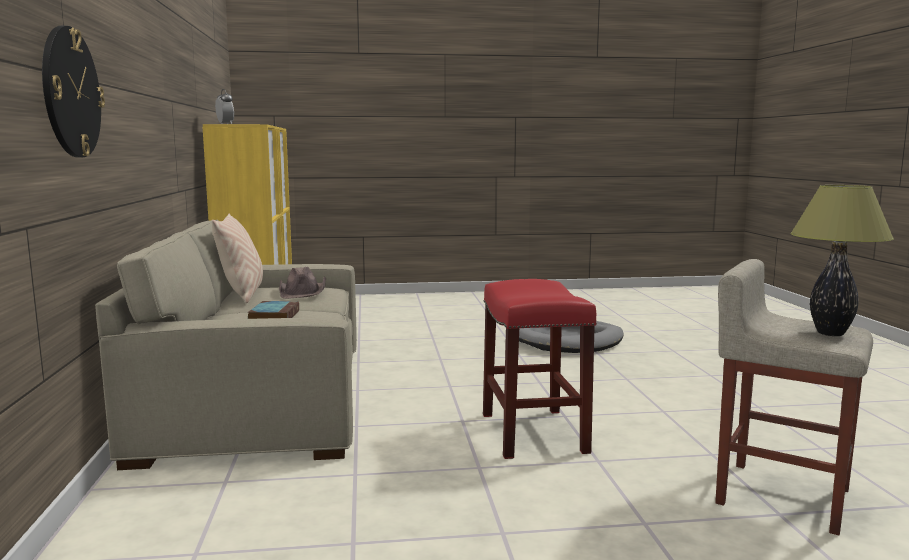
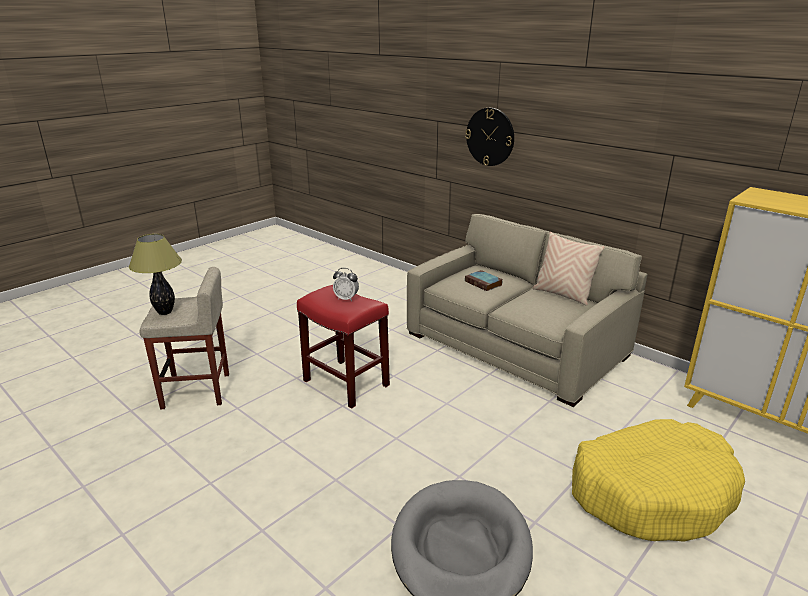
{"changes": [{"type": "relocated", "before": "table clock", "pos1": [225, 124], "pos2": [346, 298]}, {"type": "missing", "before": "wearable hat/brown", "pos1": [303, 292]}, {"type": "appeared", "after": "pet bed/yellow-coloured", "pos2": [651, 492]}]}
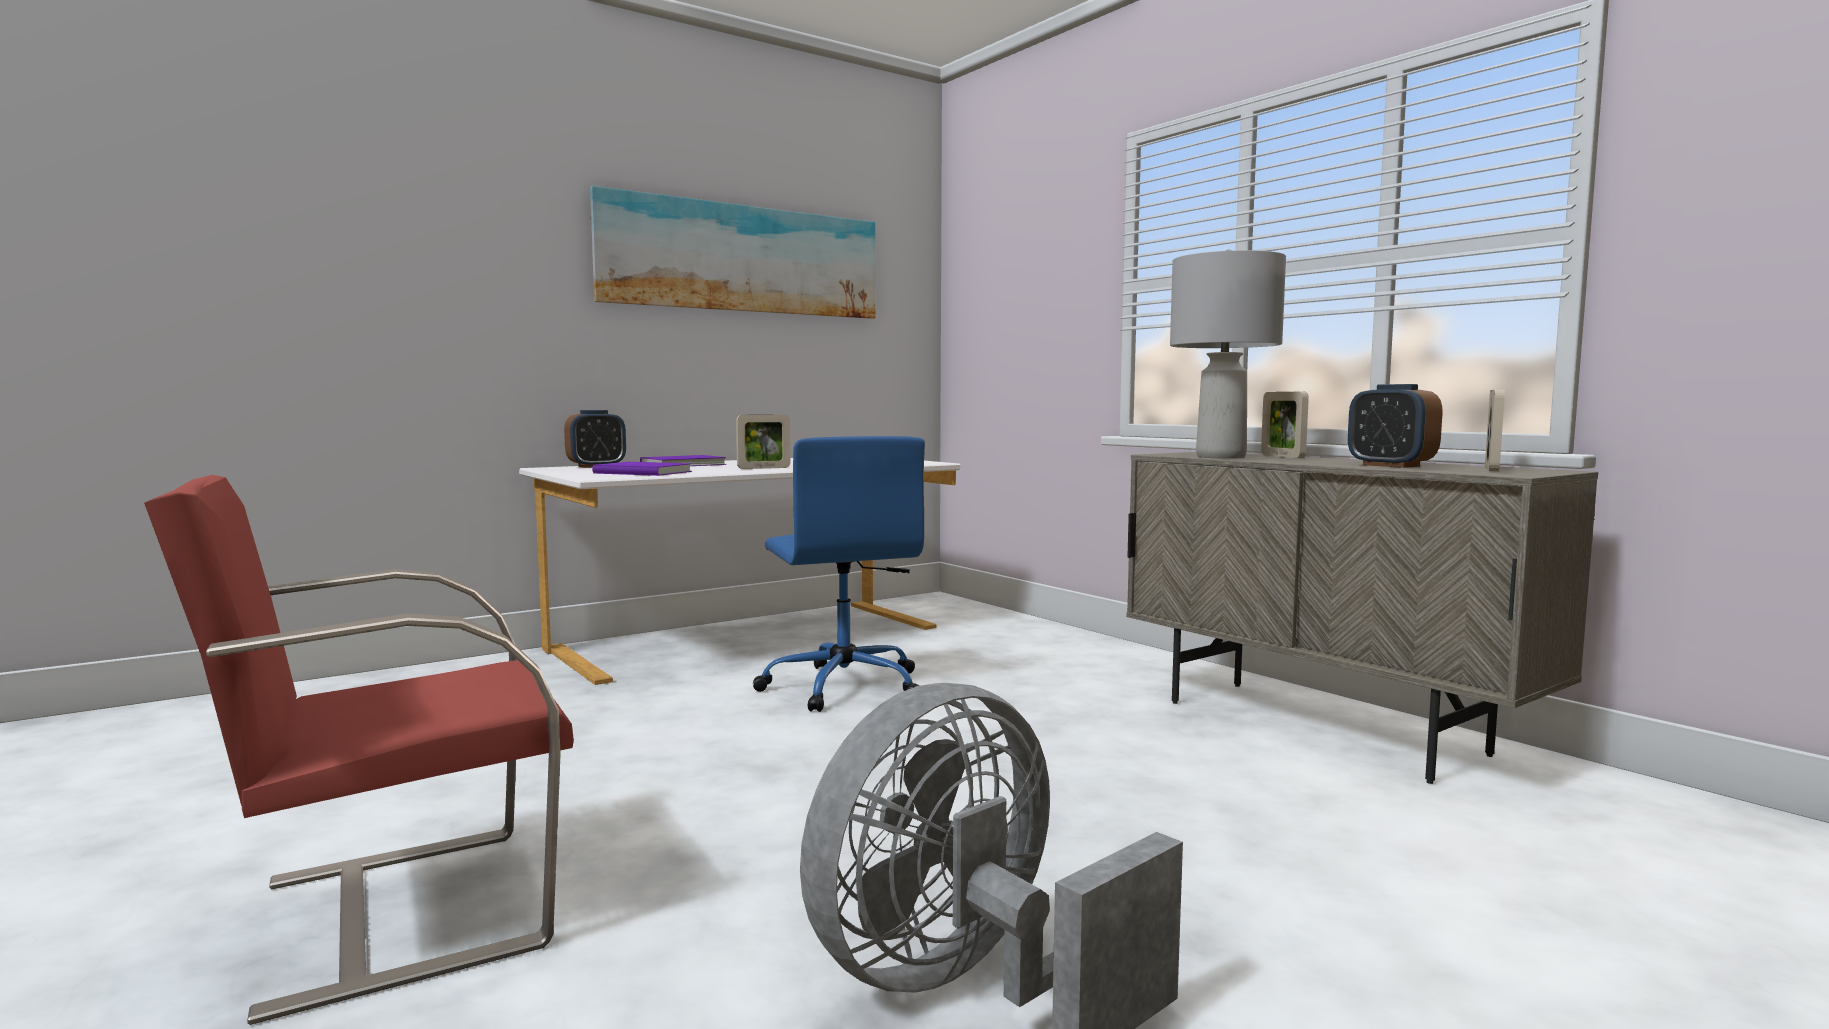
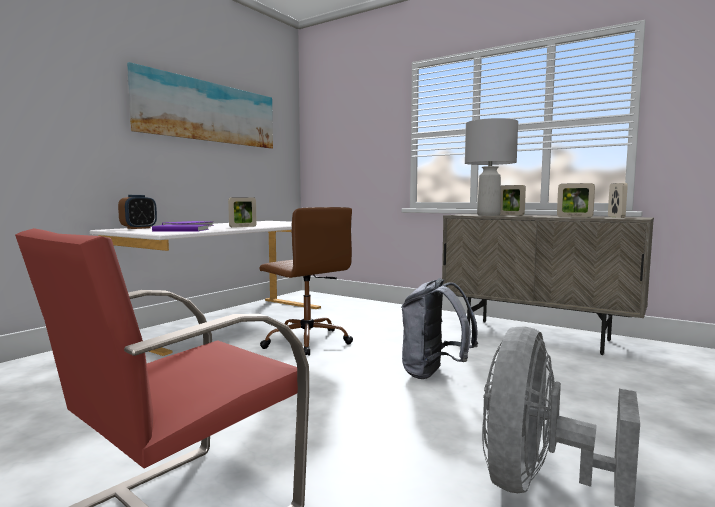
{"changes": [{"type": "exchanged", "before": "table clock", "after": "photo frame", "pos1": [1391, 465], "pos2": [574, 217]}, {"type": "colour", "before": "office chair/blue", "after": "office chair/brown", "pos1": [843, 686], "pos2": [306, 341]}, {"type": "appeared", "after": "rucksack/gray", "pos2": [434, 374]}]}
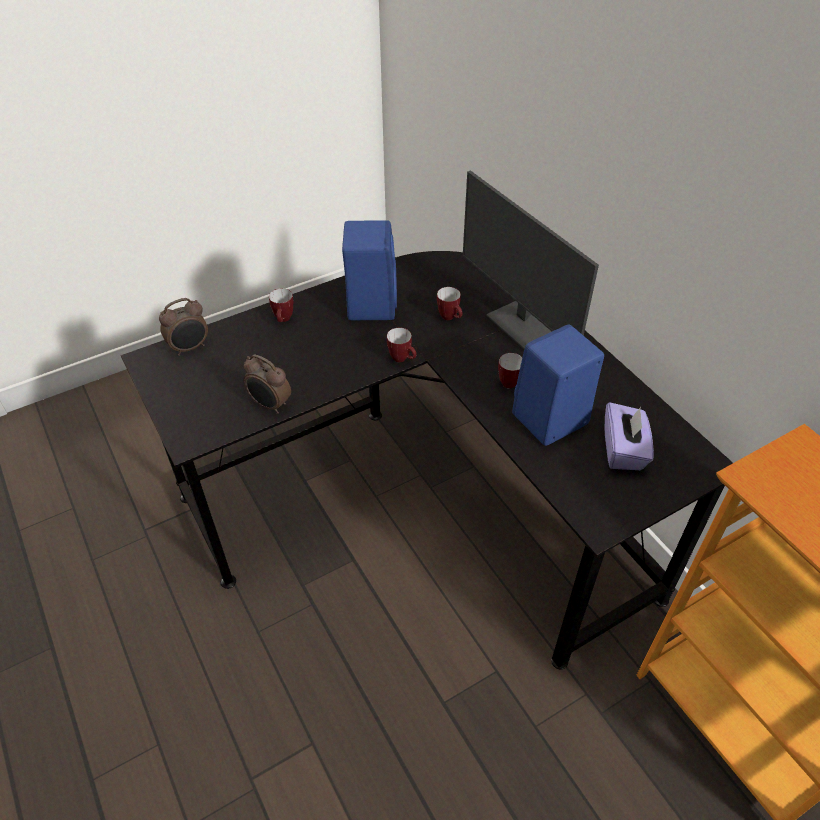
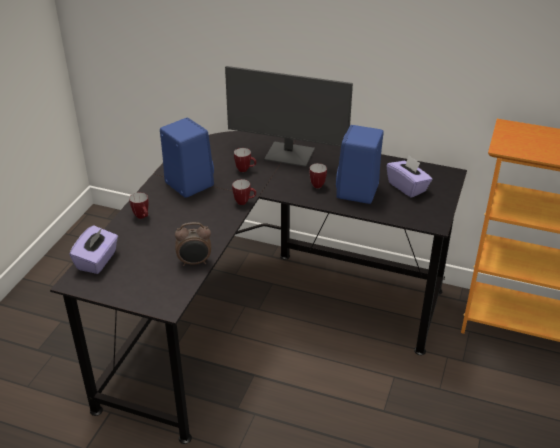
{"changes": [{"type": "exchanged", "before": "table clock", "after": "tissue box/purplish", "pos1": [190, 348], "pos2": [97, 261]}]}
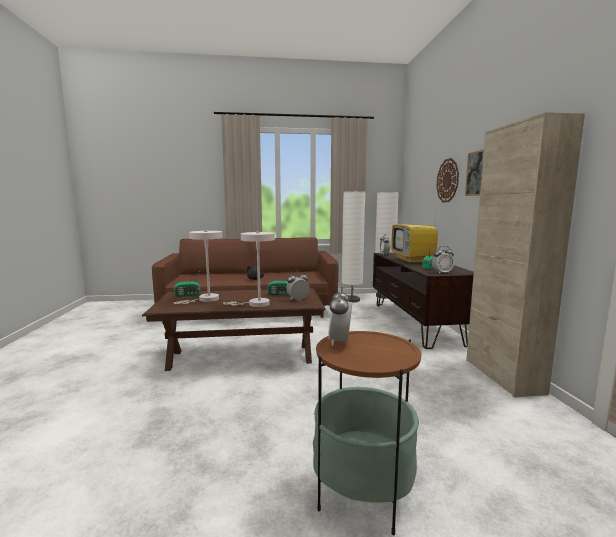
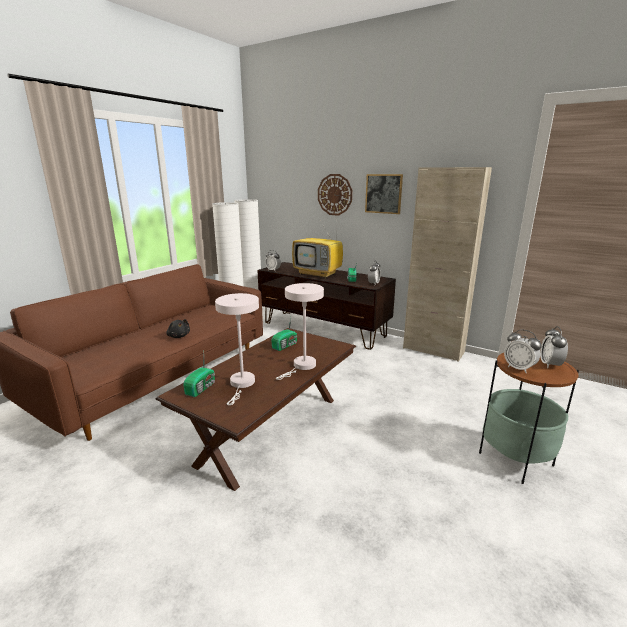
{"changes": [{"type": "relocated", "before": "table clock", "pos1": [298, 300], "pos2": [550, 365]}]}
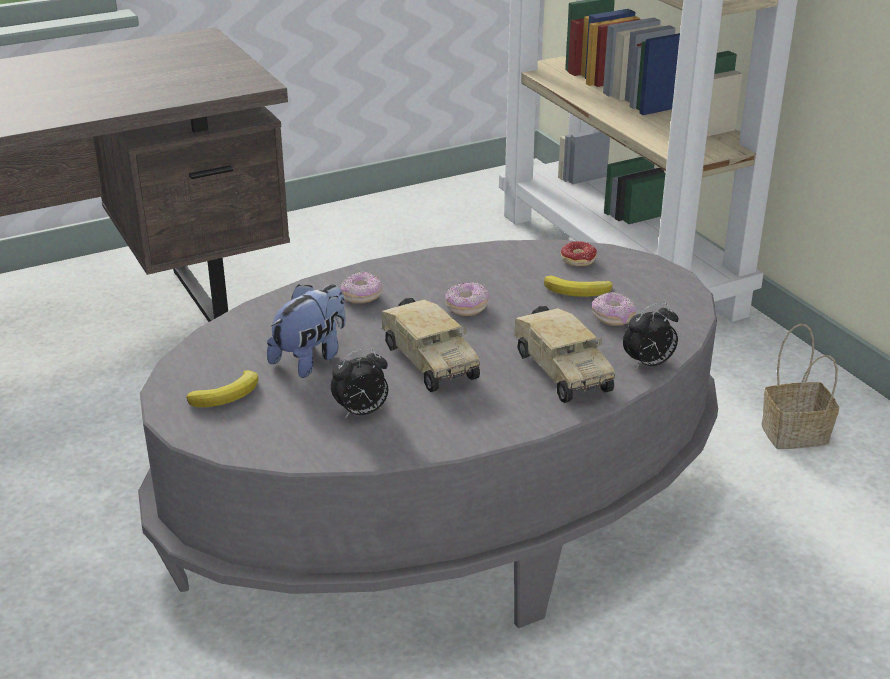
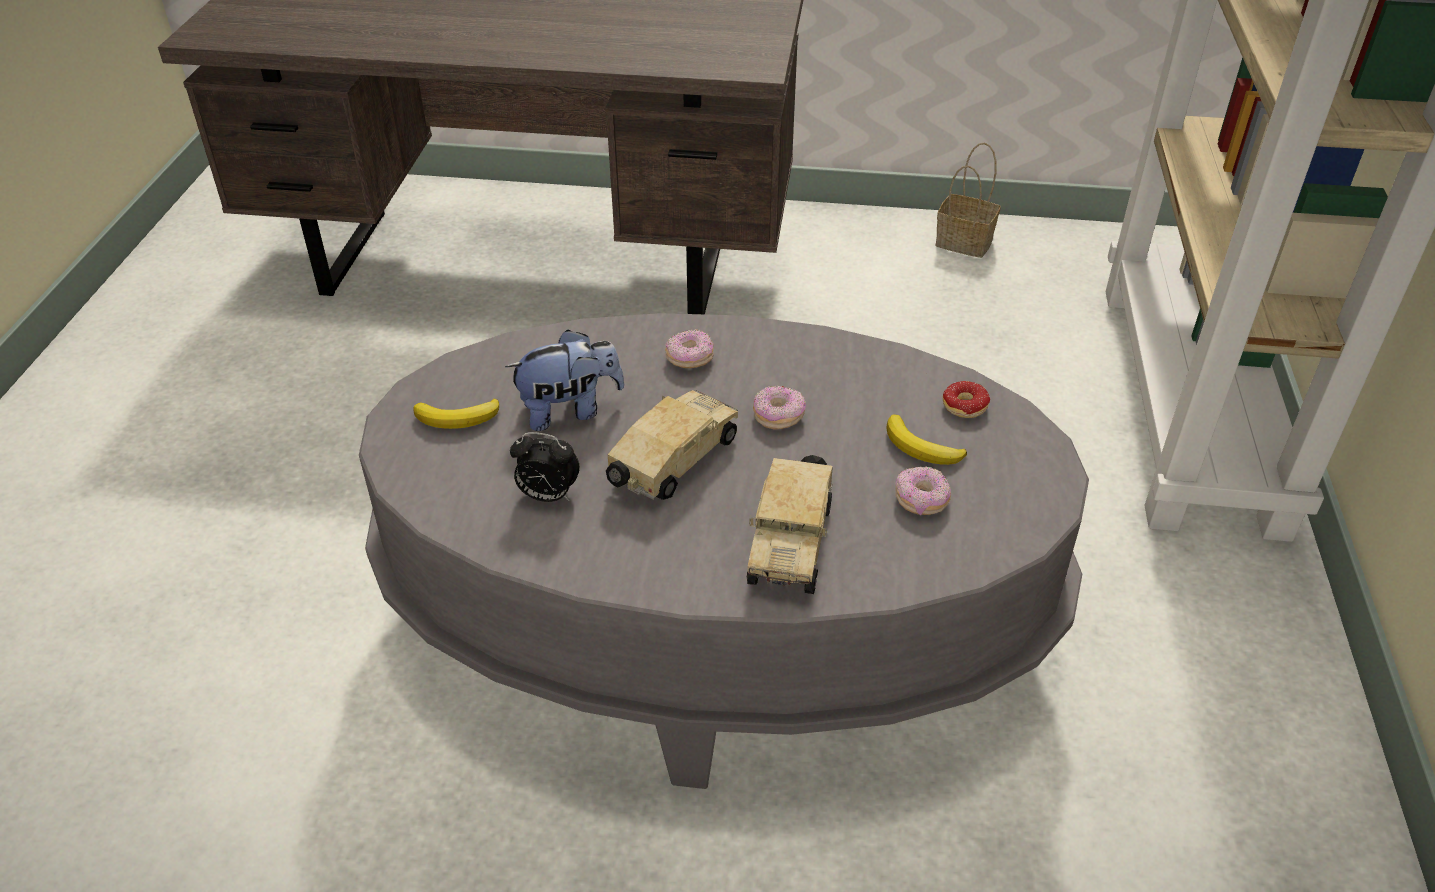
{"changes": [{"type": "spun", "before": "toy lorry", "pos1": [427, 360], "pos2": [672, 463], "turn": -150}, {"type": "missing", "before": "table clock", "pos1": [648, 364]}, {"type": "relocated", "before": "basket", "pos1": [793, 435], "pos2": [961, 243]}]}
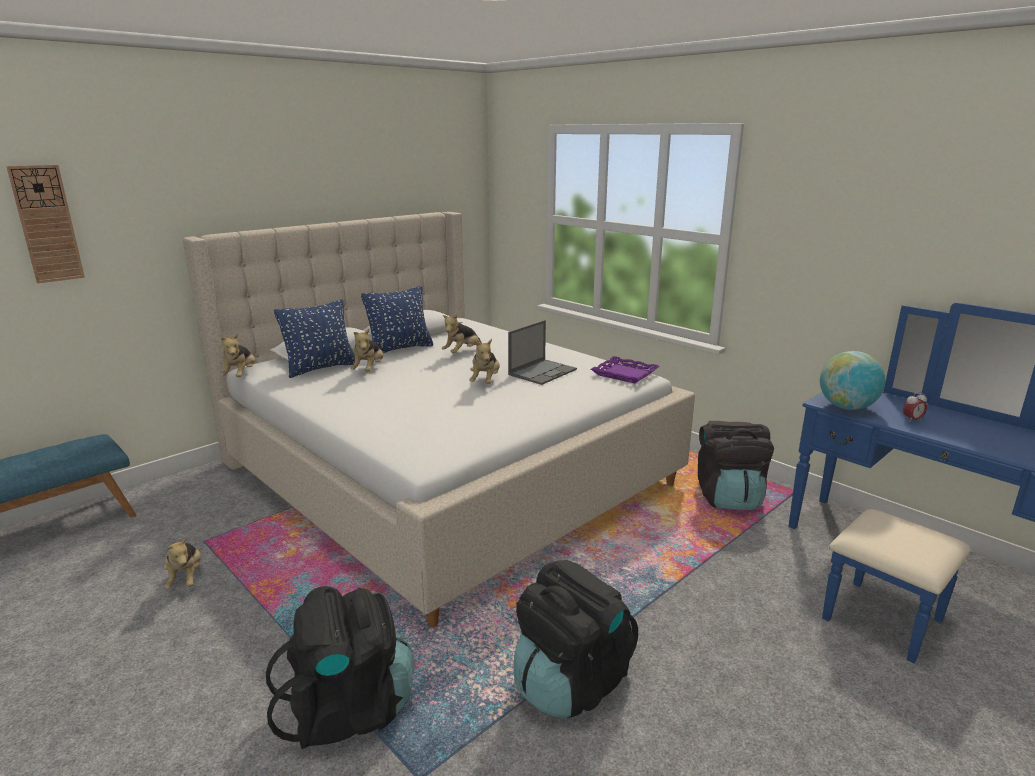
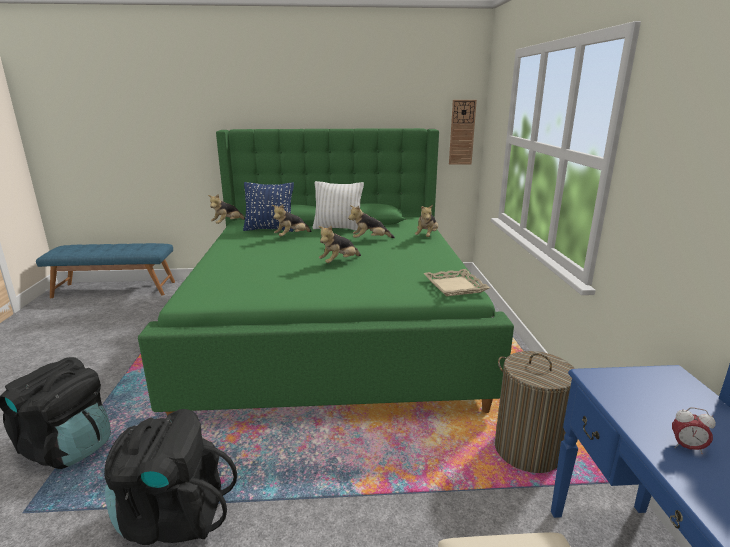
{"changes": [{"type": "relocated", "before": "hanging clock", "pos1": [47, 224], "pos2": [462, 132]}, {"type": "colour", "before": "sleeping bed/sand-coloured", "after": "sleeping bed/greenish", "pos1": [445, 472], "pos2": [334, 330]}, {"type": "colour", "before": "throw pillow/blue", "after": "throw pillow/white", "pos1": [400, 348], "pos2": [338, 228]}, {"type": "missing", "before": "laptop", "pos1": [543, 372]}, {"type": "missing", "before": "desk globe", "pos1": [846, 407]}, {"type": "colour", "before": "carrying tray/purplish", "after": "carrying tray/sand-coloured", "pos1": [625, 374], "pos2": [455, 286]}, {"type": "exchanged", "before": "rucksack/black-coloured", "after": "washing basket", "pos1": [729, 497], "pos2": [527, 450]}, {"type": "relocated", "before": "plush toy", "pos1": [186, 578], "pos2": [427, 236]}]}
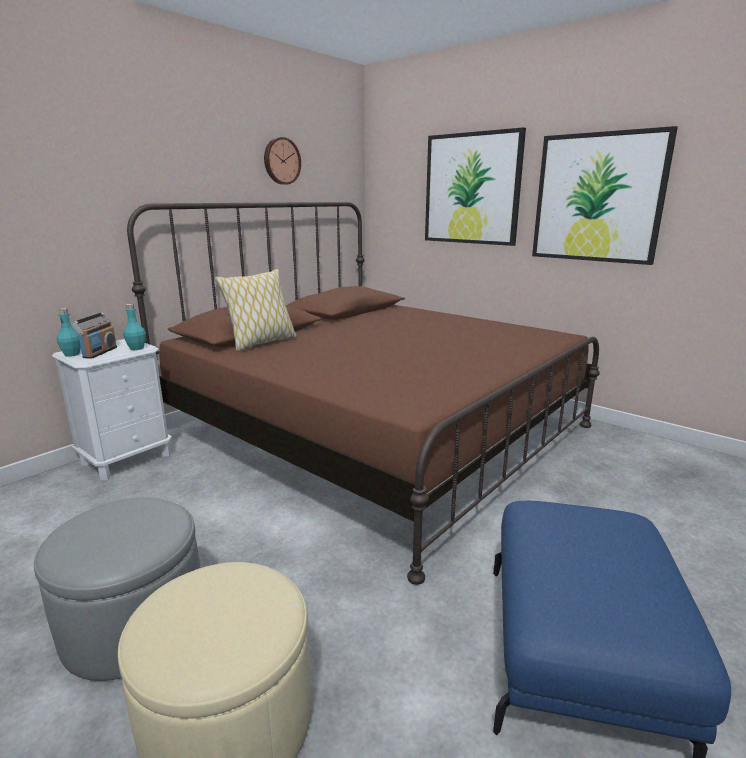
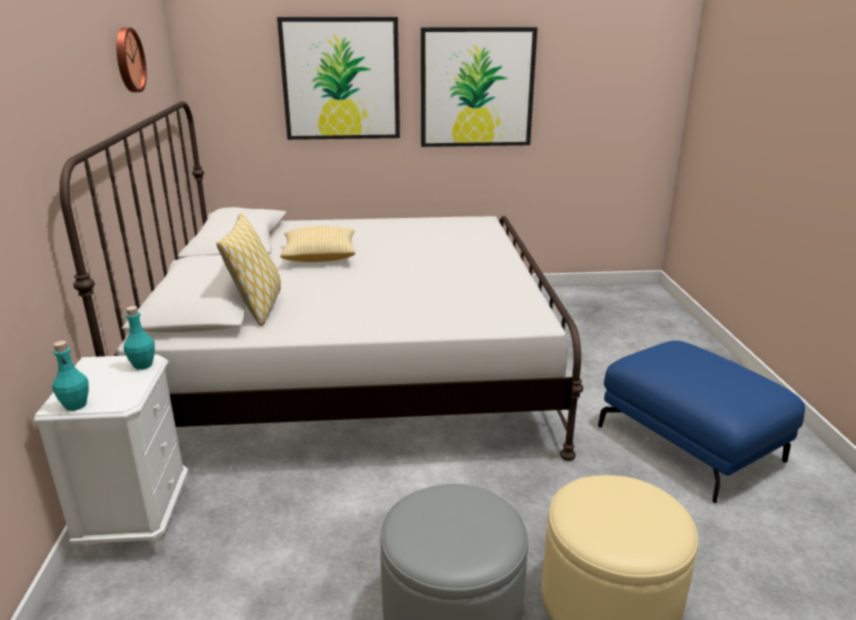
{"changes": [{"type": "colour", "before": "sleeping bed/brown", "after": "sleeping bed/white", "pos1": [377, 431], "pos2": [356, 366]}, {"type": "missing", "before": "radio receiver", "pos1": [99, 352]}, {"type": "appeared", "after": "throw pillow", "pos2": [320, 256]}]}
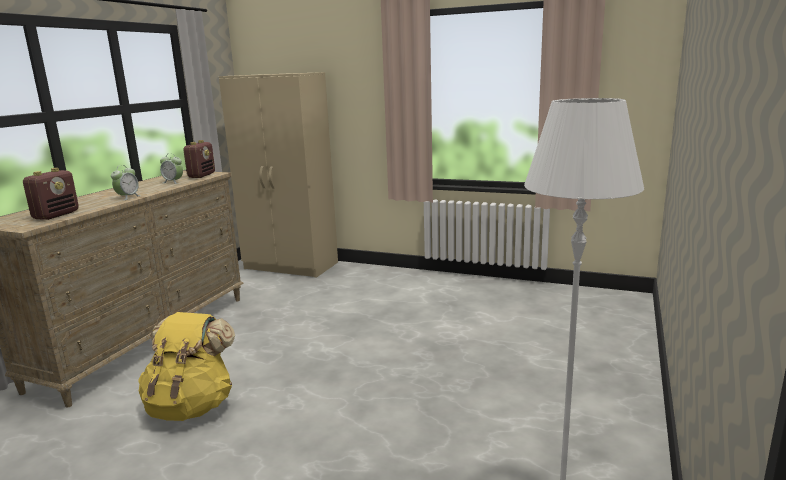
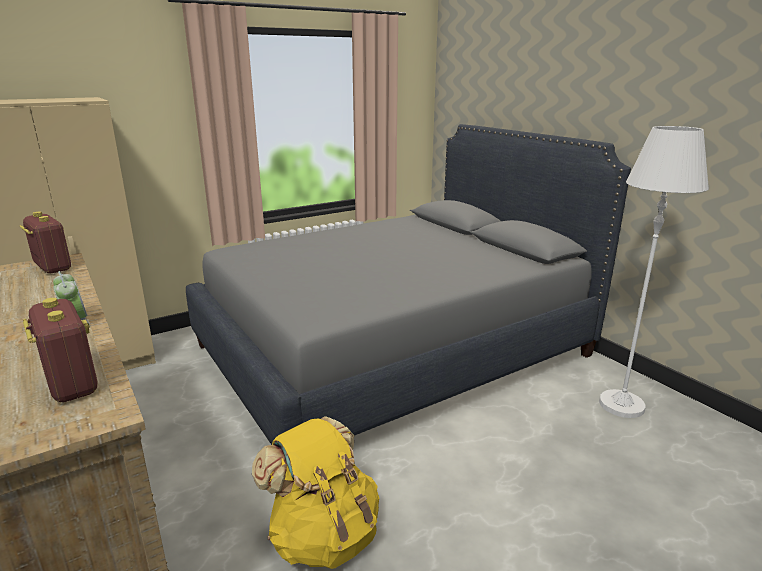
{"changes": [{"type": "missing", "before": "table clock", "pos1": [173, 182]}, {"type": "appeared", "after": "sleeping bed/gray", "pos2": [394, 350]}]}
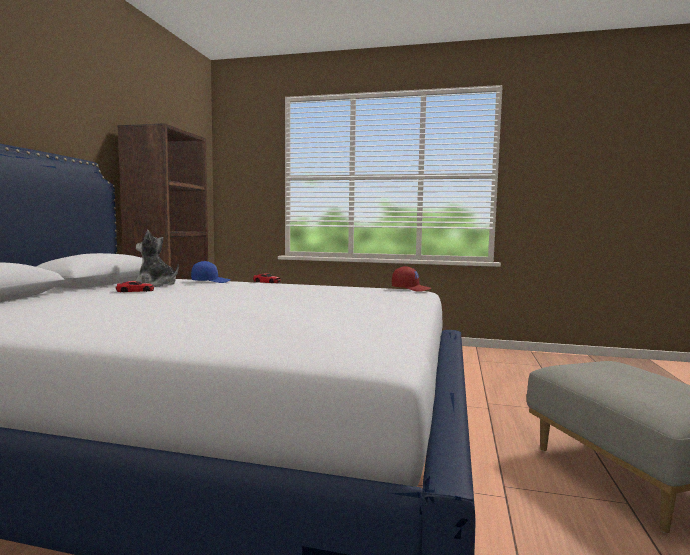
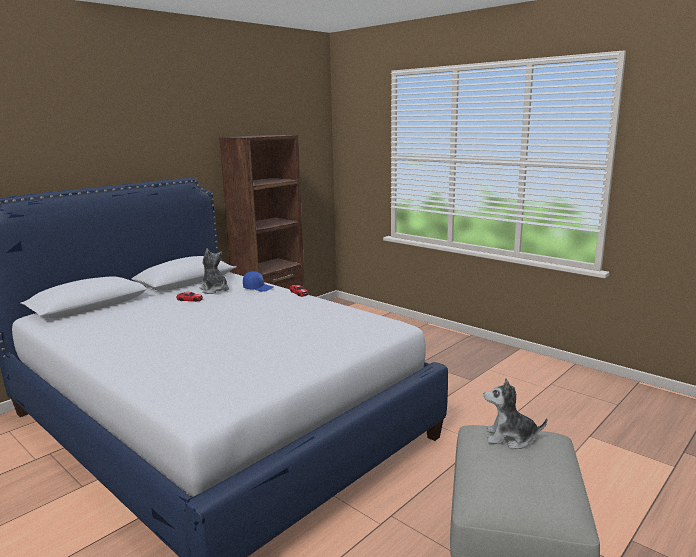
{"changes": [{"type": "missing", "before": "cap/red", "pos1": [411, 289]}, {"type": "appeared", "after": "plush toy", "pos2": [510, 438]}]}
